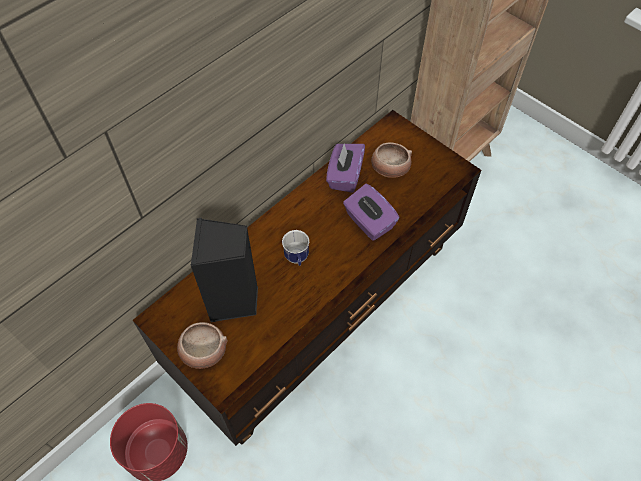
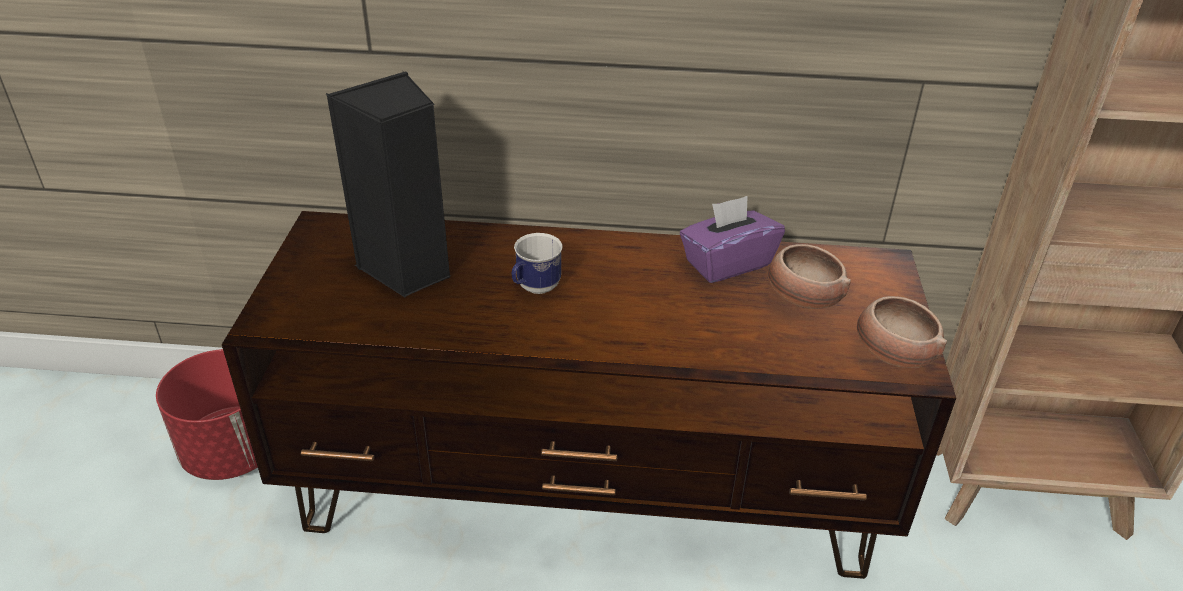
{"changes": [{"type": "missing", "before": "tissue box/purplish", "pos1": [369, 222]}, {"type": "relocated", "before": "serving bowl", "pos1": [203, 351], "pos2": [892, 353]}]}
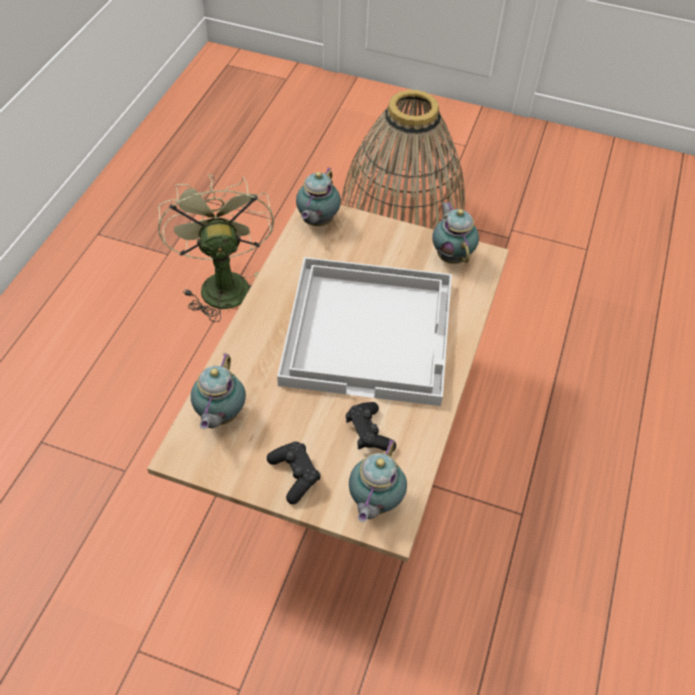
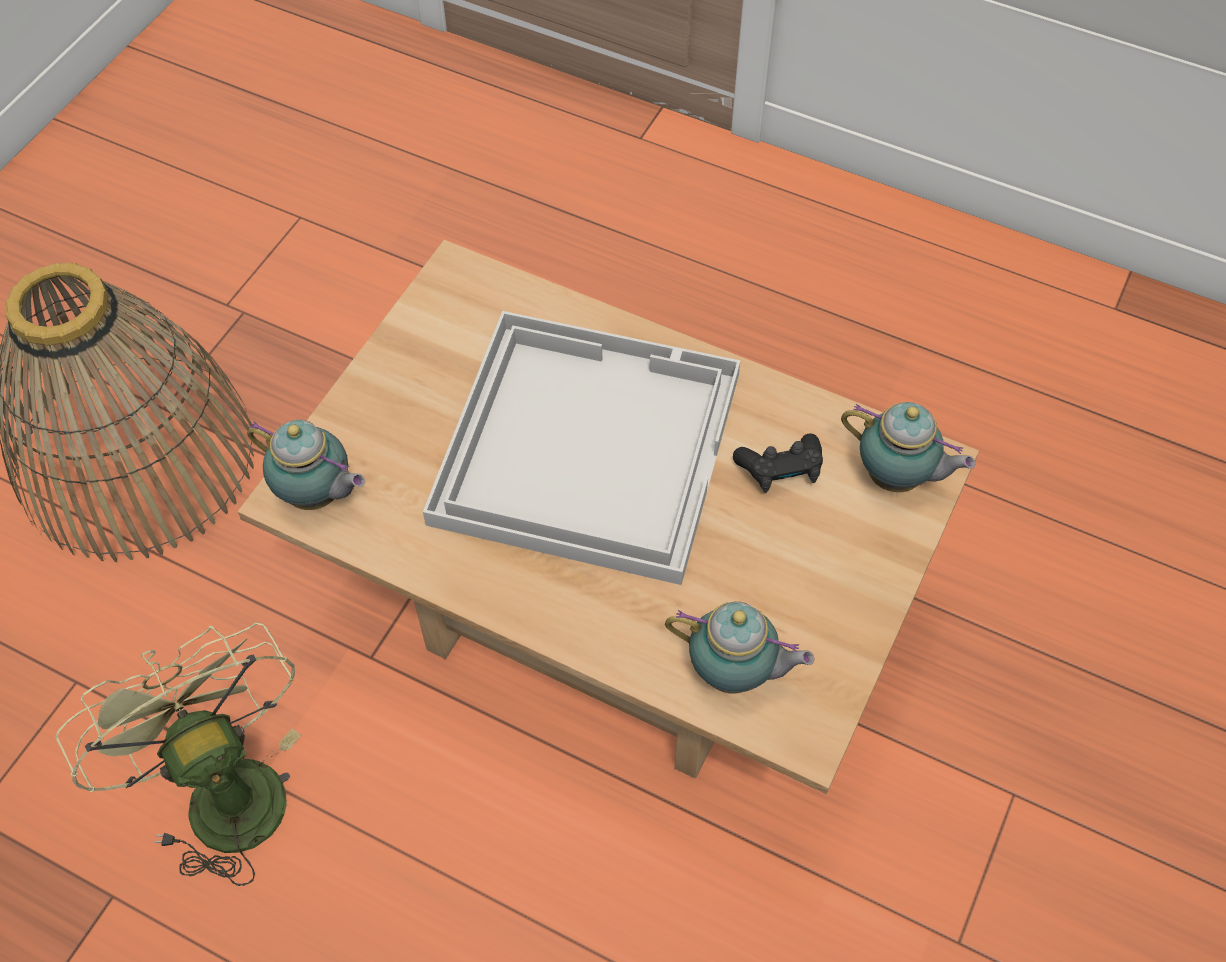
{"changes": [{"type": "spun", "before": "electric fan/greenish", "pos1": [221, 282], "pos2": [223, 789], "turn": 60}, {"type": "missing", "before": "tea pot", "pos1": [451, 255]}, {"type": "missing", "before": "game controller/black-coloured", "pos1": [295, 475]}]}
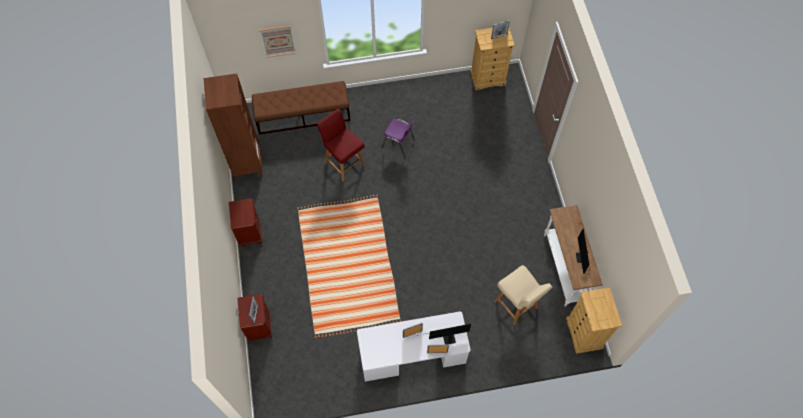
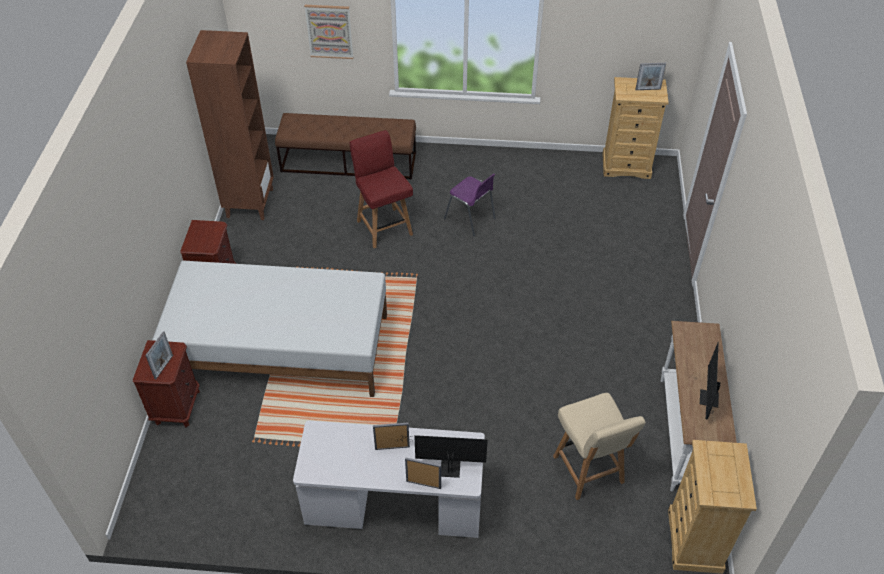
{"changes": [{"type": "appeared", "after": "sleeping bed/white", "pos2": [279, 347]}]}
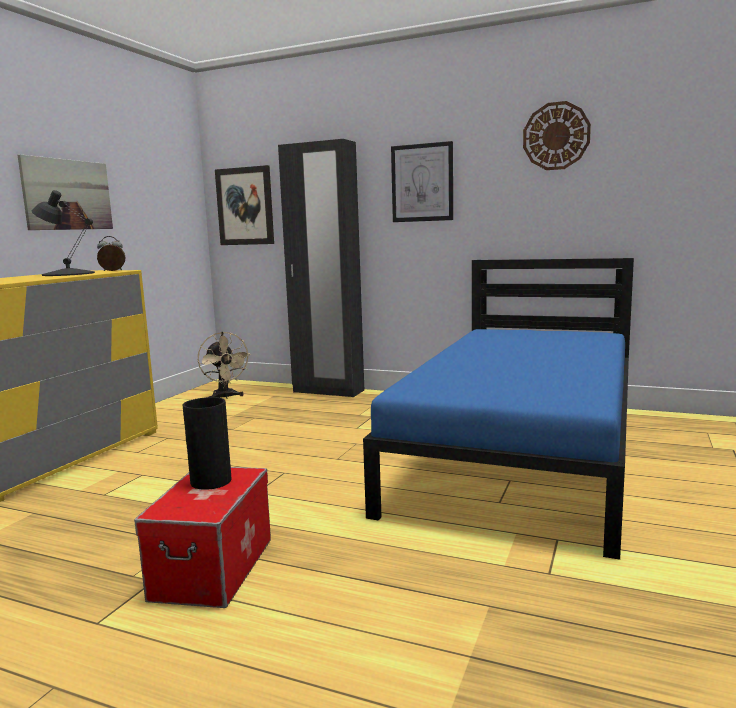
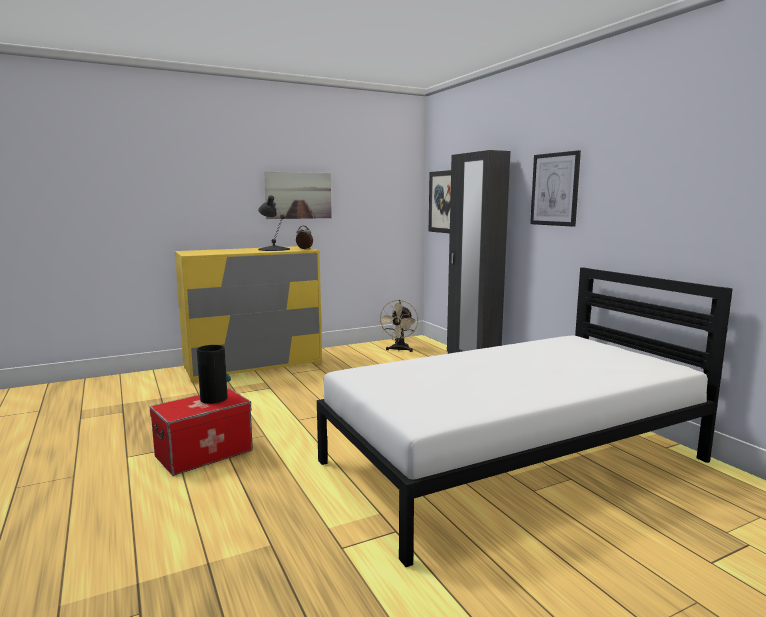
{"changes": [{"type": "missing", "before": "hanging clock", "pos1": [556, 136]}, {"type": "colour", "before": "sleeping bed/blue", "after": "sleeping bed/white", "pos1": [523, 453], "pos2": [514, 461]}]}
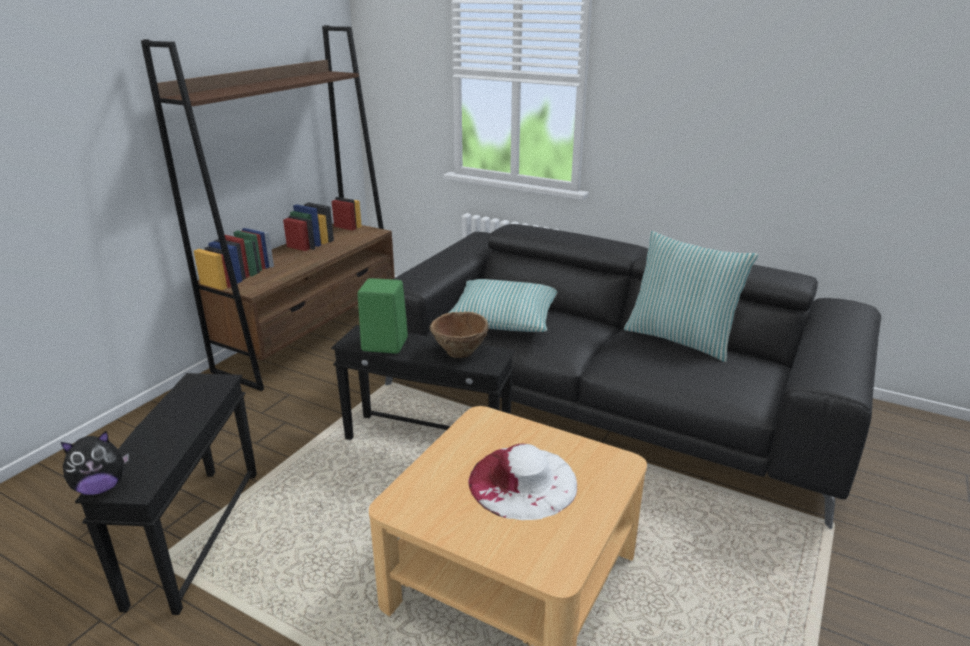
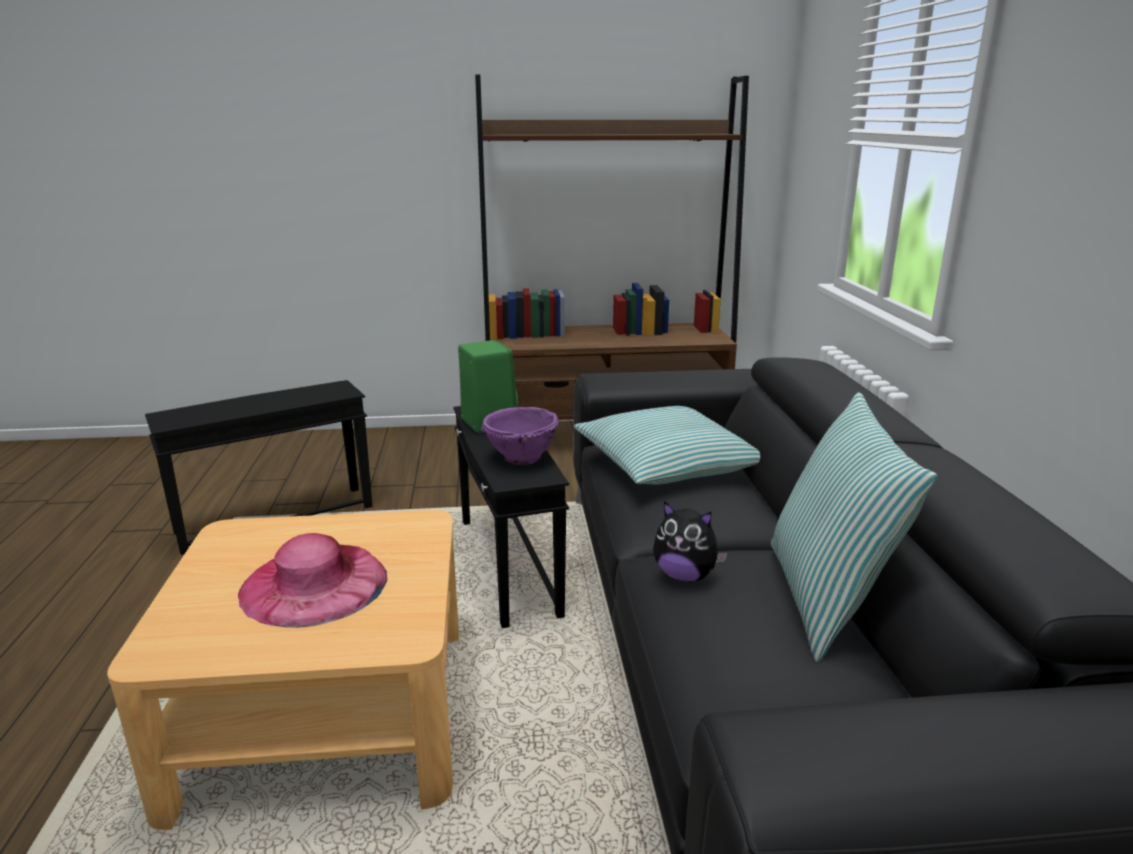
{"changes": [{"type": "colour", "before": "serving bowl/brown", "after": "serving bowl/purplish", "pos1": [460, 352], "pos2": [521, 458]}, {"type": "relocated", "before": "plush toy", "pos1": [101, 487], "pos2": [685, 576]}, {"type": "colour", "before": "wearable hat/white", "after": "wearable hat/pink", "pos1": [523, 482], "pos2": [314, 584]}]}
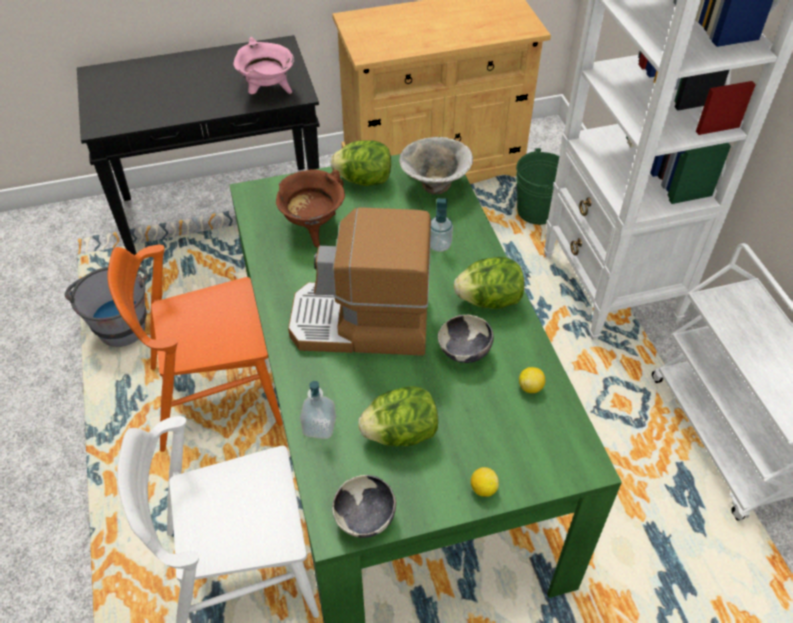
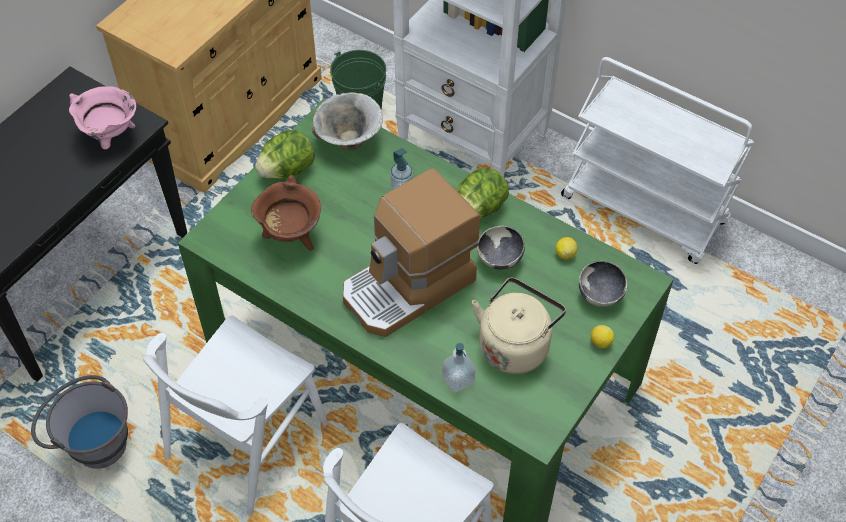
{"changes": [{"type": "colour", "before": "upright chair/orangey", "after": "upright chair/white", "pos1": [214, 394], "pos2": [245, 440]}, {"type": "exchanged", "before": "head of lettuce", "after": "water kettle/sand-coloured", "pos1": [401, 433], "pos2": [515, 344]}, {"type": "relocated", "before": "serving bowl", "pos1": [365, 519], "pos2": [600, 295]}]}
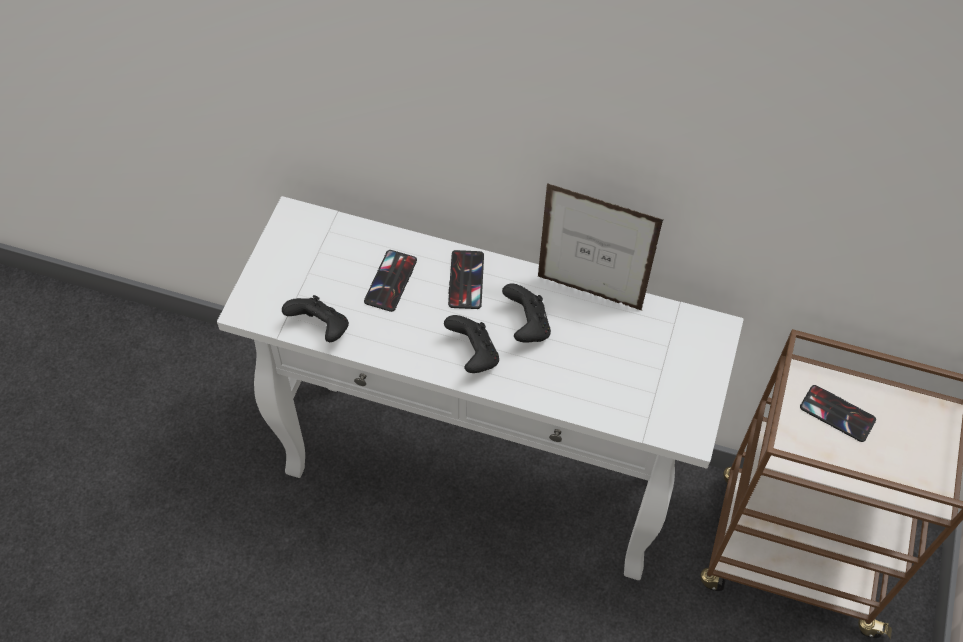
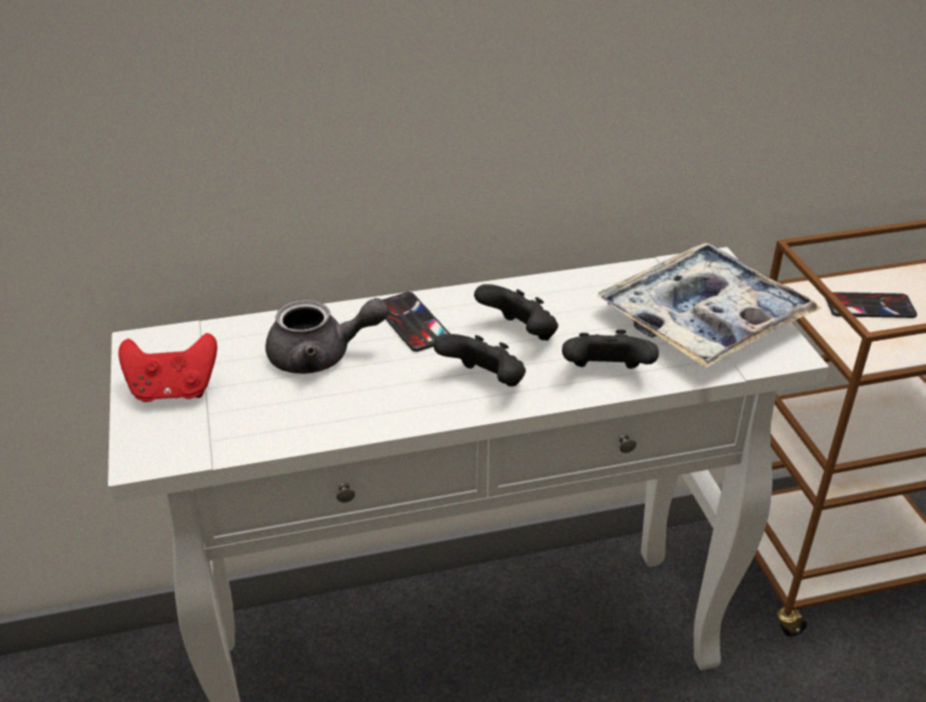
{"changes": [{"type": "missing", "before": "photo frame", "pos1": [589, 293]}, {"type": "exchanged", "before": "handset", "after": "tea pot/gray", "pos1": [391, 281], "pos2": [321, 356]}, {"type": "relocated", "before": "game controller/black-coloured", "pos1": [321, 329], "pos2": [605, 374]}, {"type": "appeared", "after": "carrying tray", "pos2": [703, 319]}, {"type": "appeared", "after": "game controller/red", "pos2": [173, 391]}]}
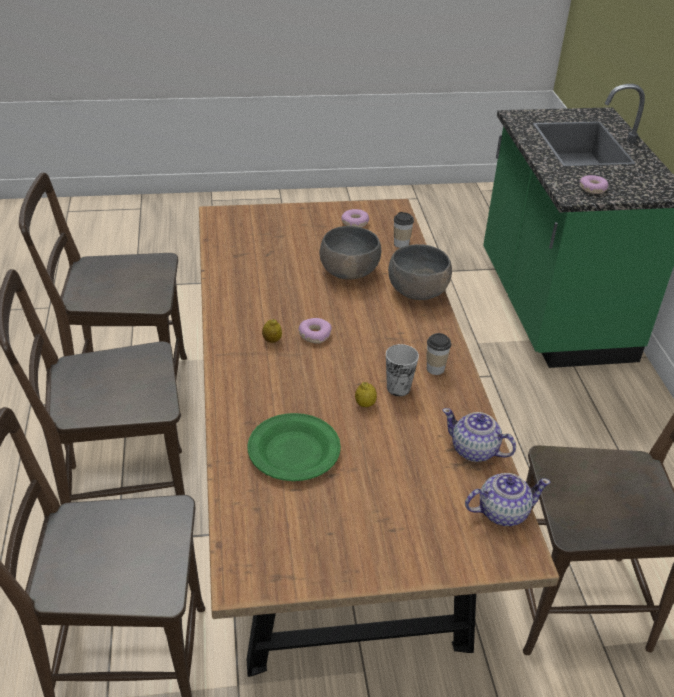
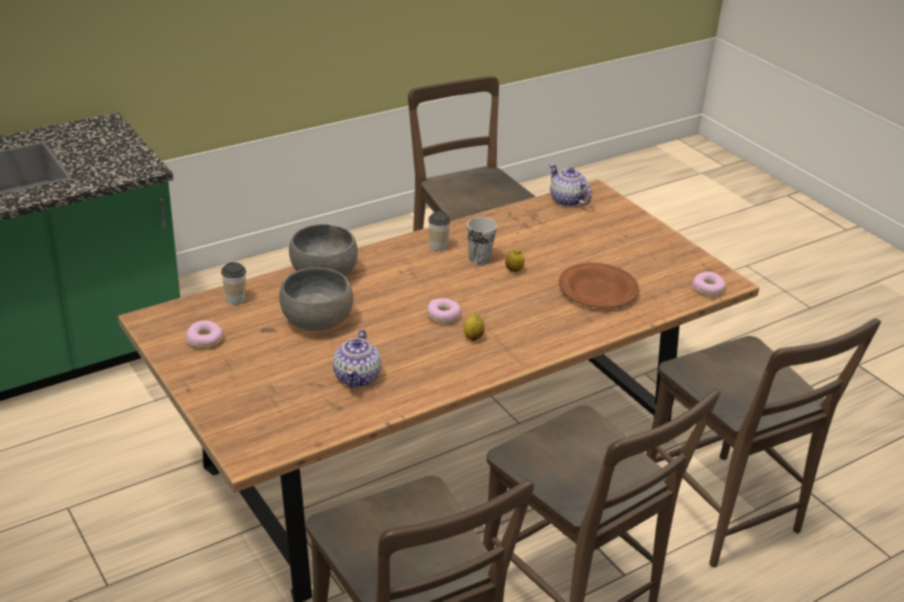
{"changes": [{"type": "relocated", "before": "ring doughnut", "pos1": [592, 189], "pos2": [708, 289]}, {"type": "relocated", "before": "tea pot", "pos1": [474, 450], "pos2": [357, 377]}, {"type": "colour", "before": "dinner plate/greenish", "after": "dinner plate/brown", "pos1": [293, 451], "pos2": [598, 290]}]}
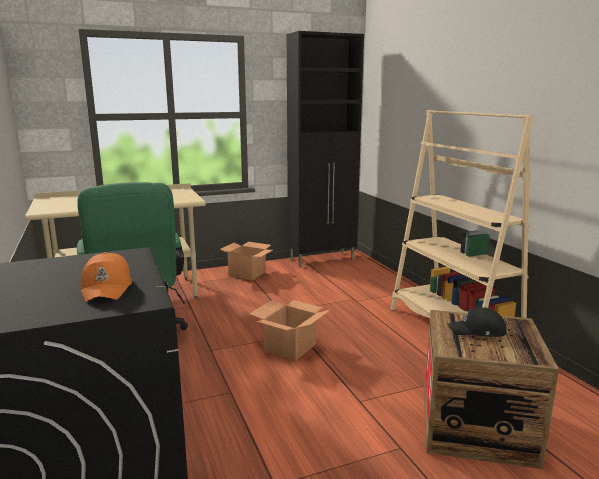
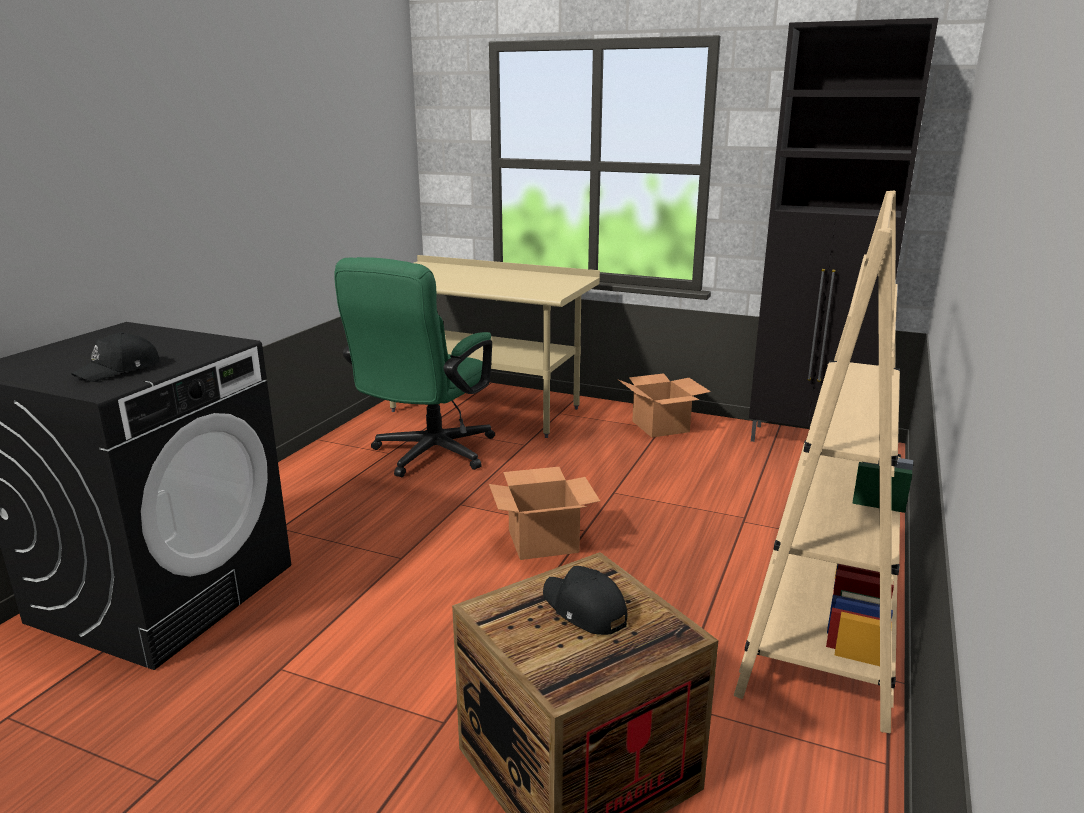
{"changes": [{"type": "colour", "before": "cap/orangey", "after": "cap/black-coloured", "pos1": [108, 288], "pos2": [119, 370]}]}
